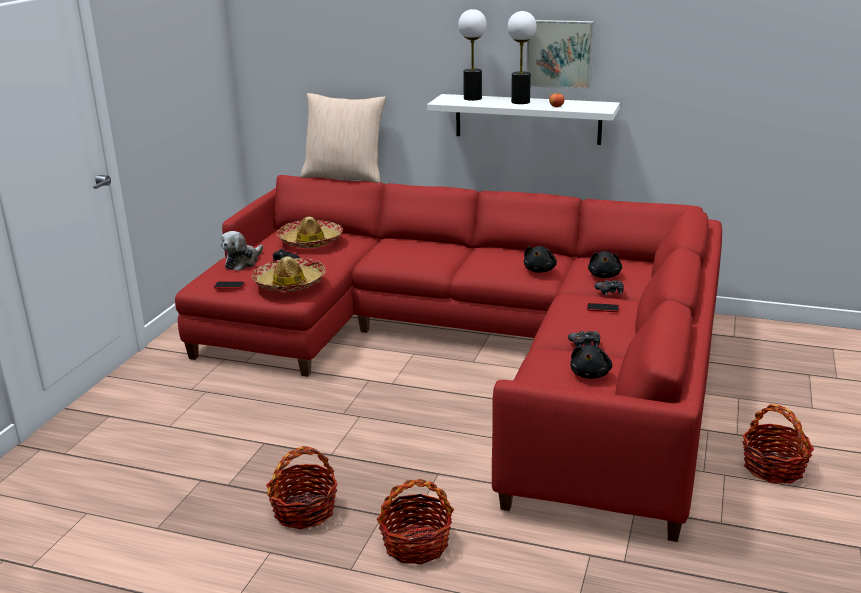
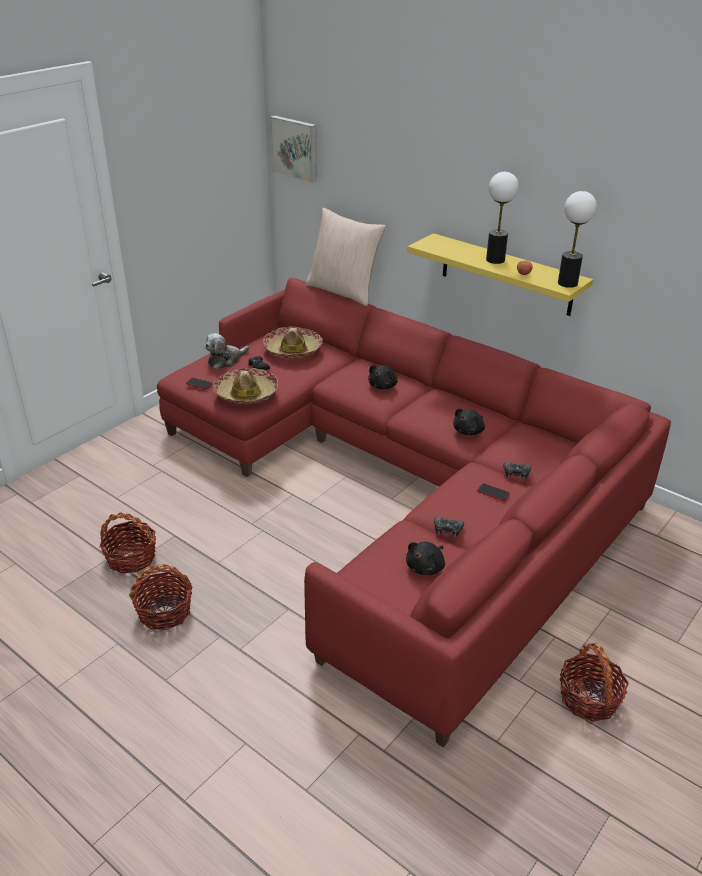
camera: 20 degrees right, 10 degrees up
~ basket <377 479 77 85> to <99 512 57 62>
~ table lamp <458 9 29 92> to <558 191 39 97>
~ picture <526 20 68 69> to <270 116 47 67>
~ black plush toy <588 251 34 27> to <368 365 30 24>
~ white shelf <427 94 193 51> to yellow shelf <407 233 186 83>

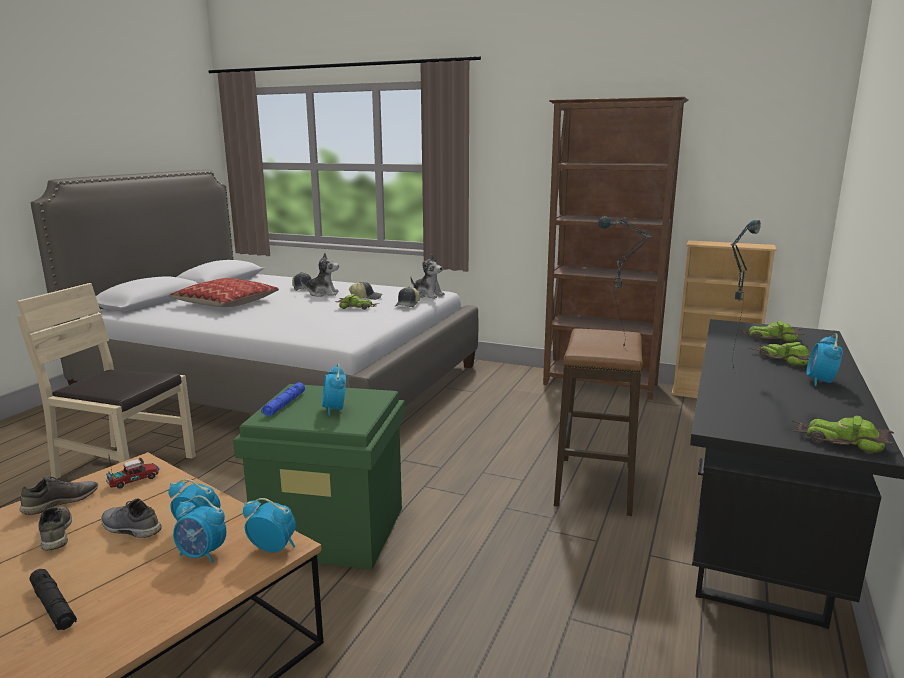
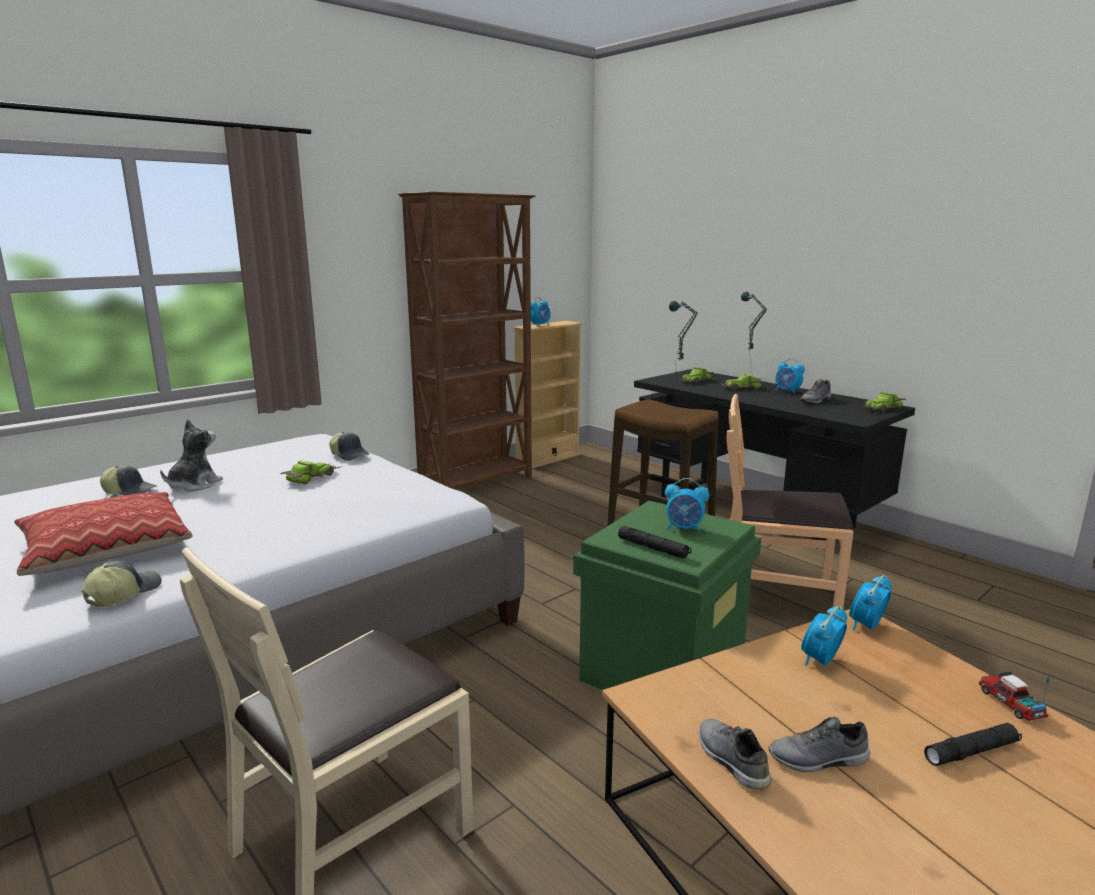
camera: 65 degrees left, 0 degrees up
- plush toy <410 254 35 45>
+ brown chair <726 394 127 213>
~ grey shoe <101 498 61 40> to <800 379 31 25>
~ toy truck <106 455 54 34> to <979 671 72 50>
~ alarm clock <173 496 53 67> to <531 297 20 30>
~ cap <349 282 33 18> to <82 561 80 46>
~ blue flashlight <261 382 44 34> to black flashlight <618 526 73 33>

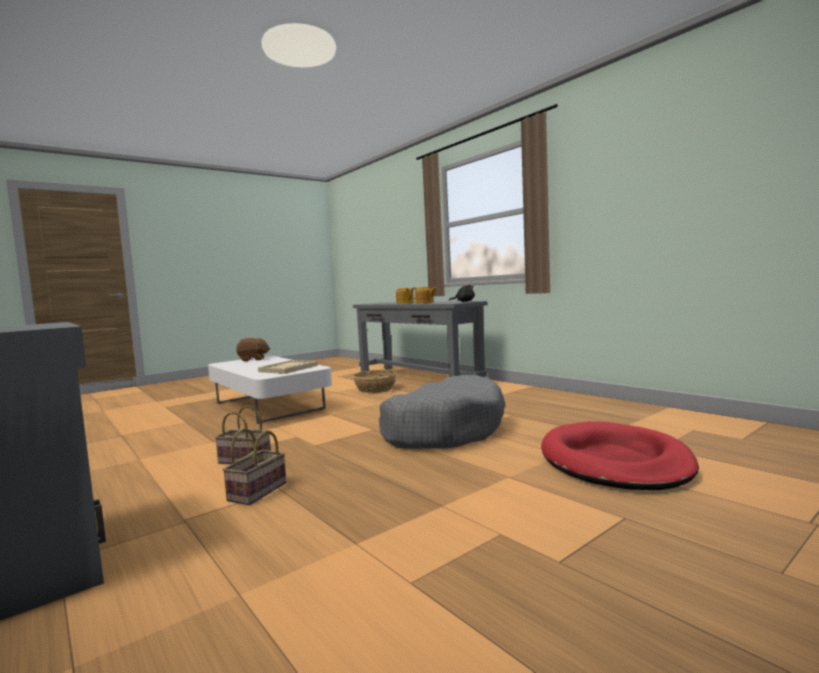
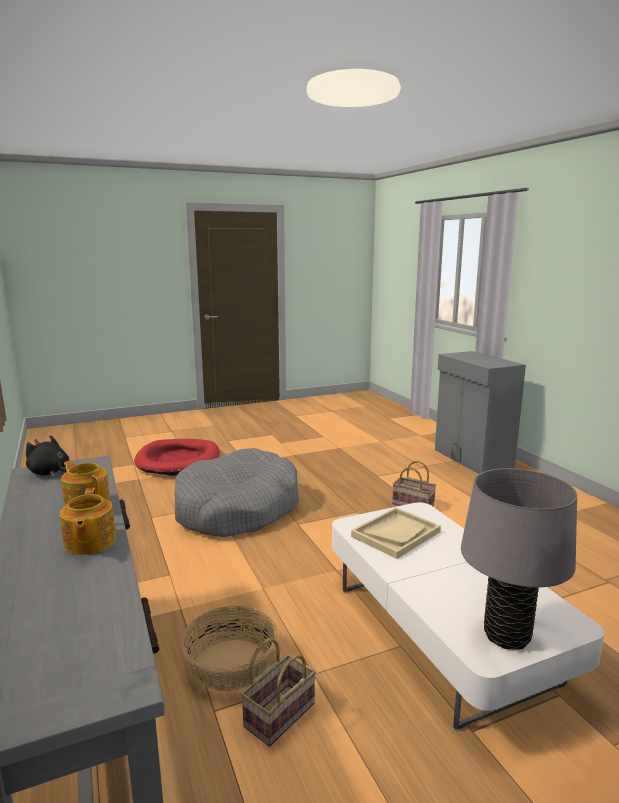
camera: 165 degrees left, 10 degrees up
~ basket <222 428 64 77> to <241 638 75 109>
~ brown plush toy <236 338 34 23> to grey table lamp <461 468 116 182>

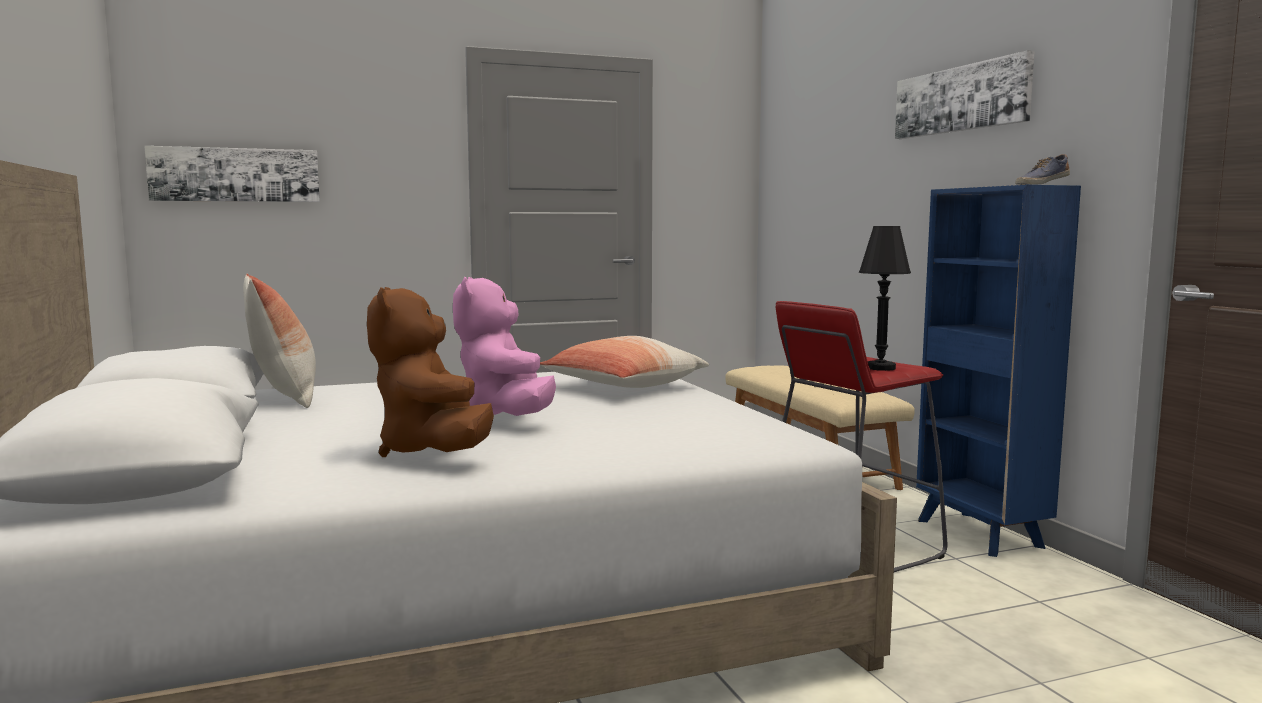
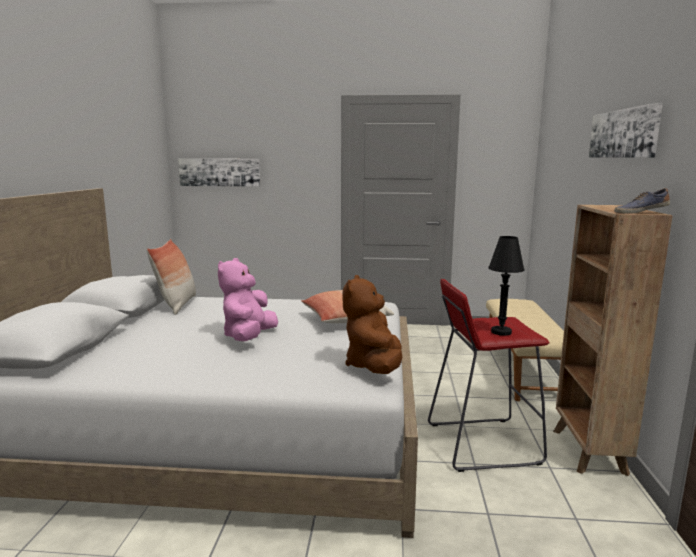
camera: 25 degrees right, 5 degrees up
~ brown plush toy <367 287 127 170> to <342 275 60 99>
~ blue bookcase <916 185 165 372> to brown bookcase <553 205 120 271>

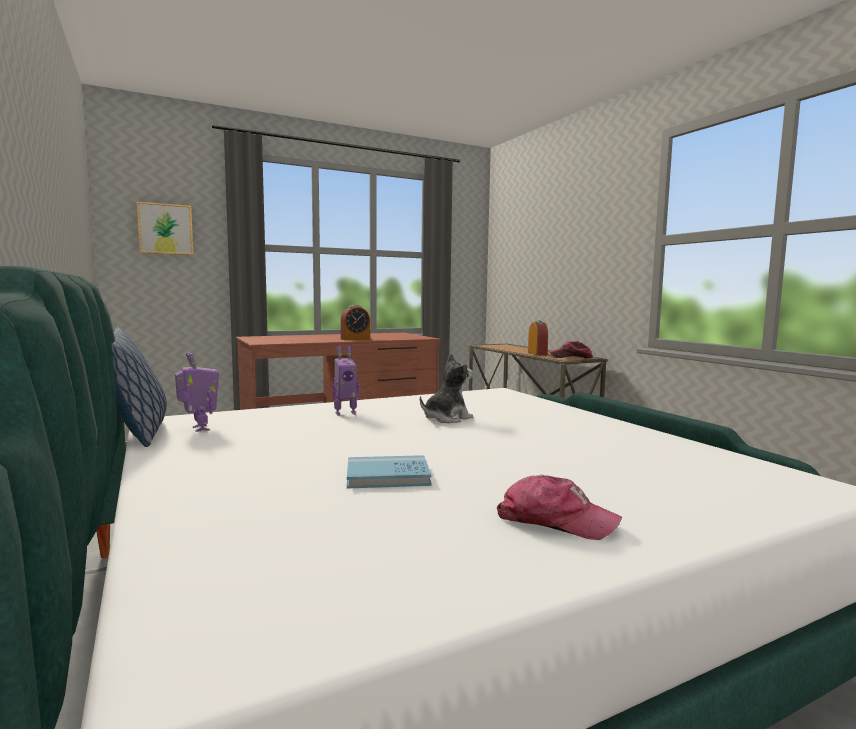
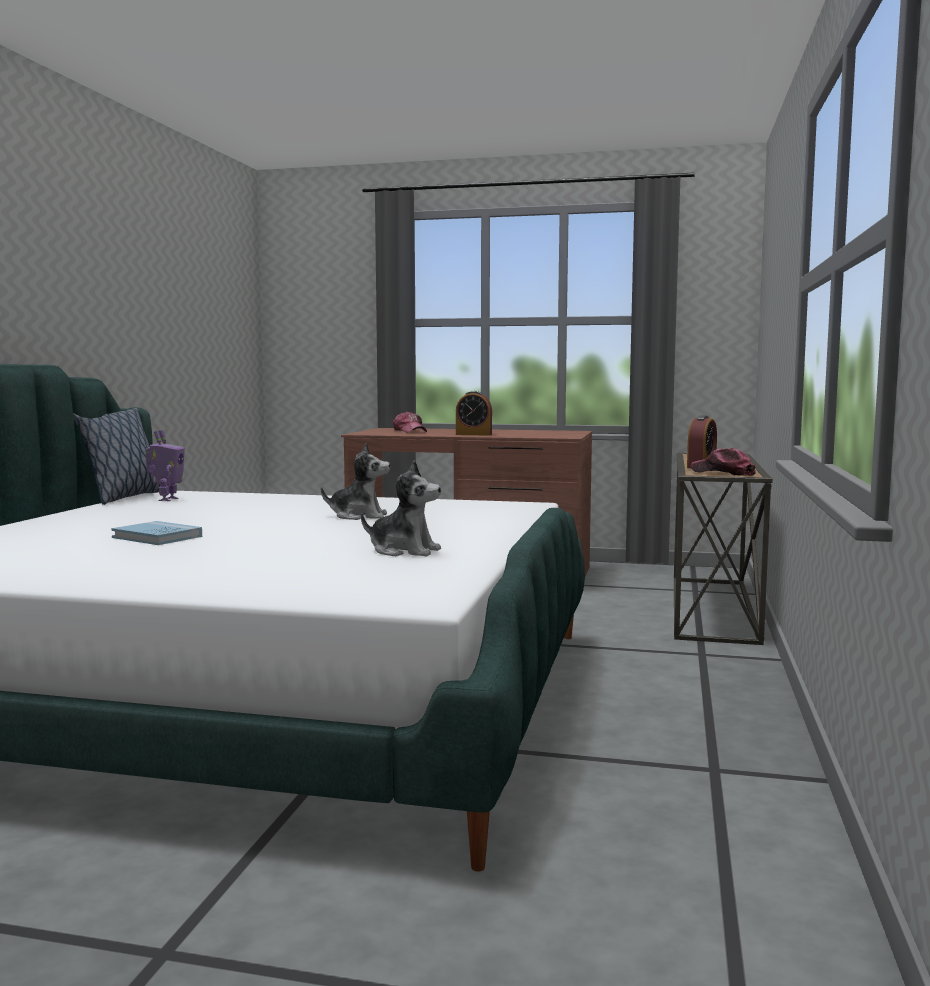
camera: 40 degrees right, 0 degrees up
- picture <137 202 57 53>
- toy robot <333 346 27 70>
+ plush toy <361 460 80 97>
~ cap <497 474 125 66> to <393 412 34 21>

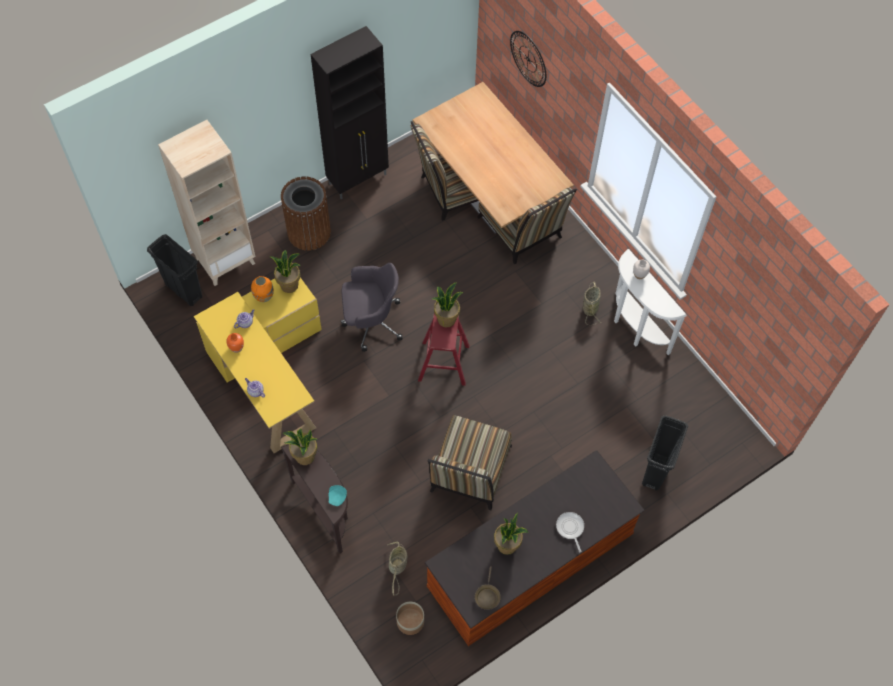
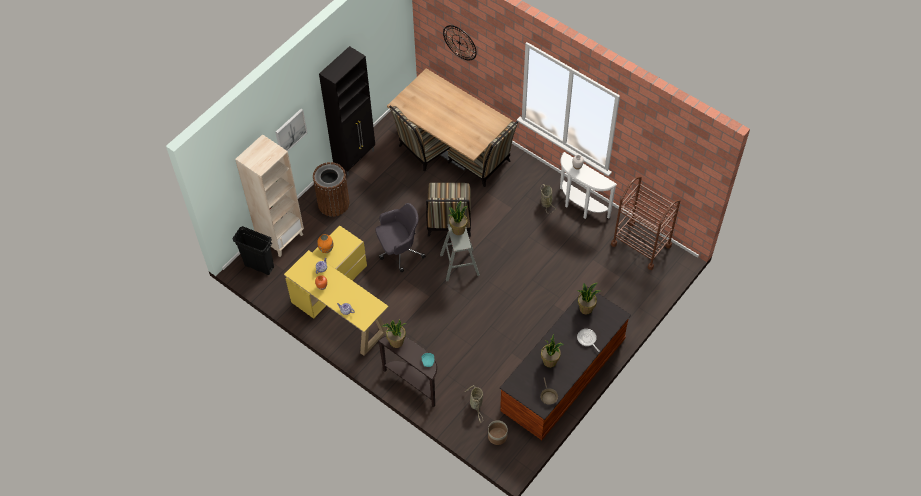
camera: 15 degrees left, 5 degrees down
- black trash can <642 415 46 76>
+ picture <275 109 32 42>
+ brown cart <611 176 69 94>
~ potted plant <270 250 30 43> to <577 283 23 31>
~ chair <427 415 85 95> to <426 183 45 54>
~ red stool <418 314 52 72> to grey stool <440 224 40 57>

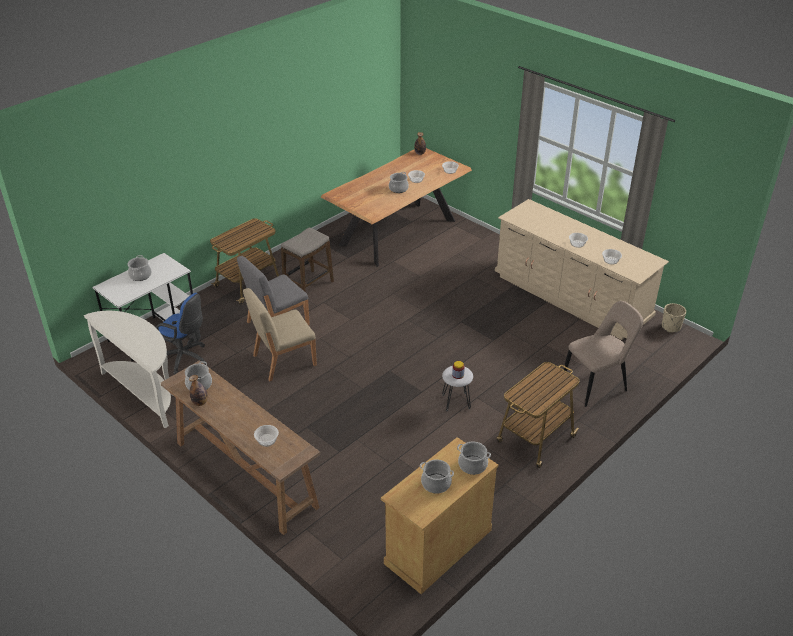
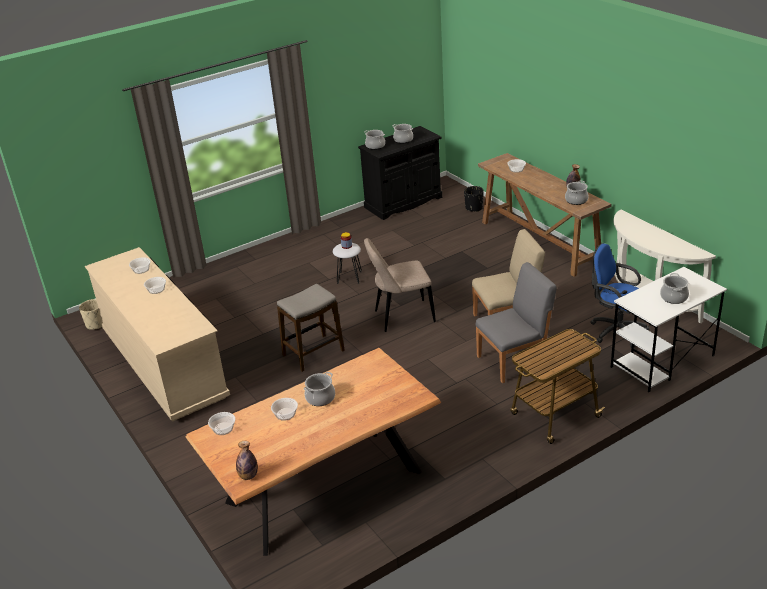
camera: 165 degrees left, 5 degrees down
- cart <497 362 82 106>
+ black planter <464 186 20 26>
~ stool <281 227 53 65> to <277 284 68 88>
~ beige chair <564 301 80 106> to <364 238 72 94>
~ beige cabinet <381 437 117 157> to black cabinet <358 126 84 94>

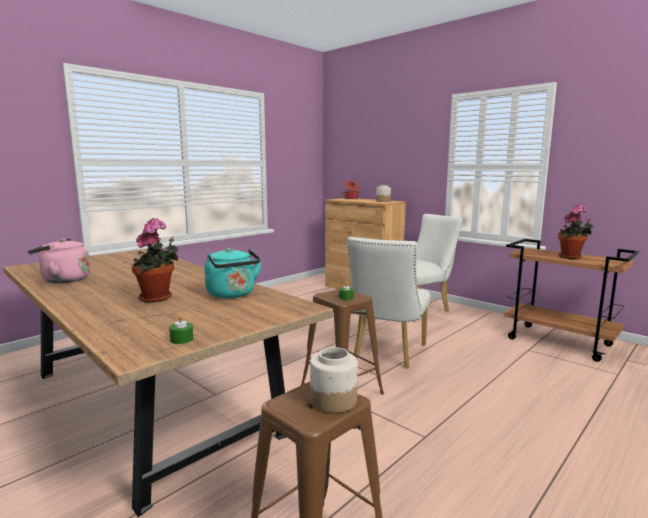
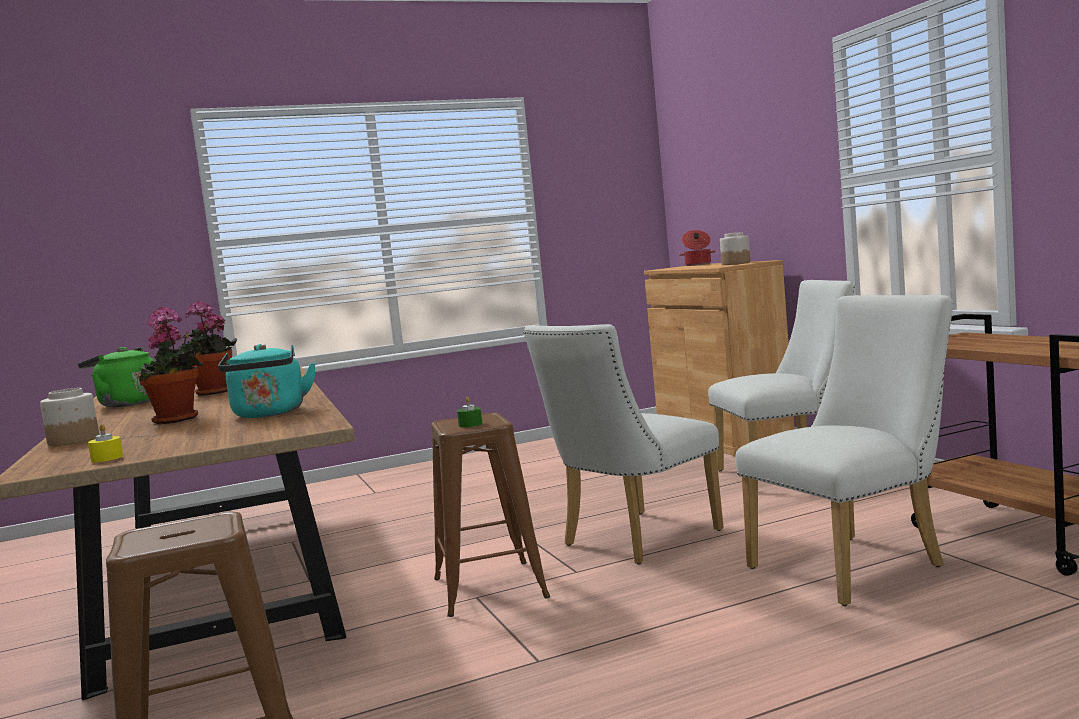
camera: 25 degrees right, 5 degrees down
+ white chair <735 295 218 311>
~ jar <310 347 48 66> to <40 388 59 58>
~ potted plant <558 204 35 55> to <185 300 52 96>
~ pink kettle <28 238 62 45> to green kettle <78 347 77 60>
~ green candle <169 315 24 29> to yellow candle <88 424 35 38>

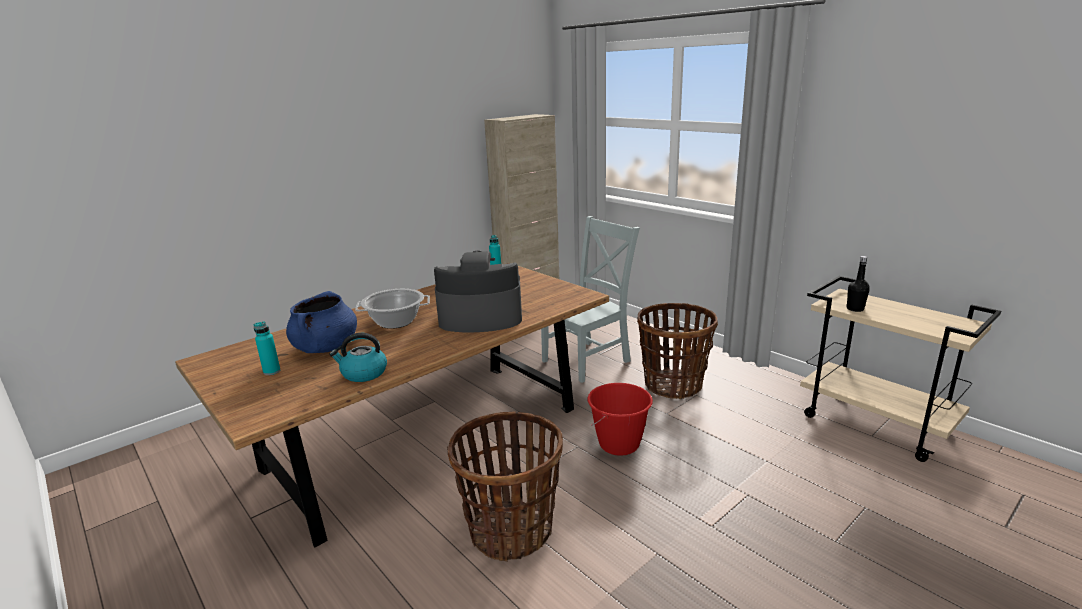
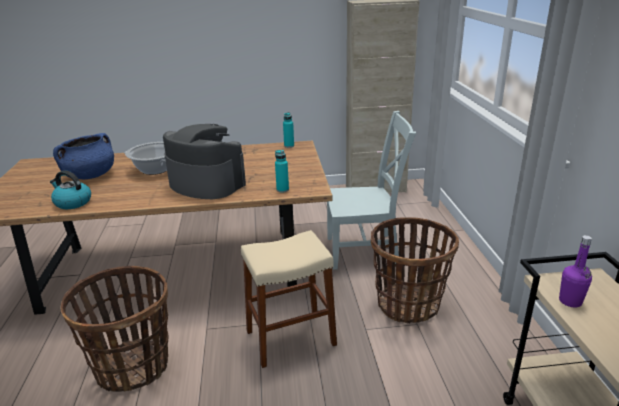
camera: 35 degrees right, 5 degrees up
~ turquoise bottle <253 321 27 54> to <275 150 14 43>
~ red bucket <588 383 65 73> to beige stool <241 230 96 138>
~ black bottle <846 256 24 56> to purple bottle <559 235 33 72>

